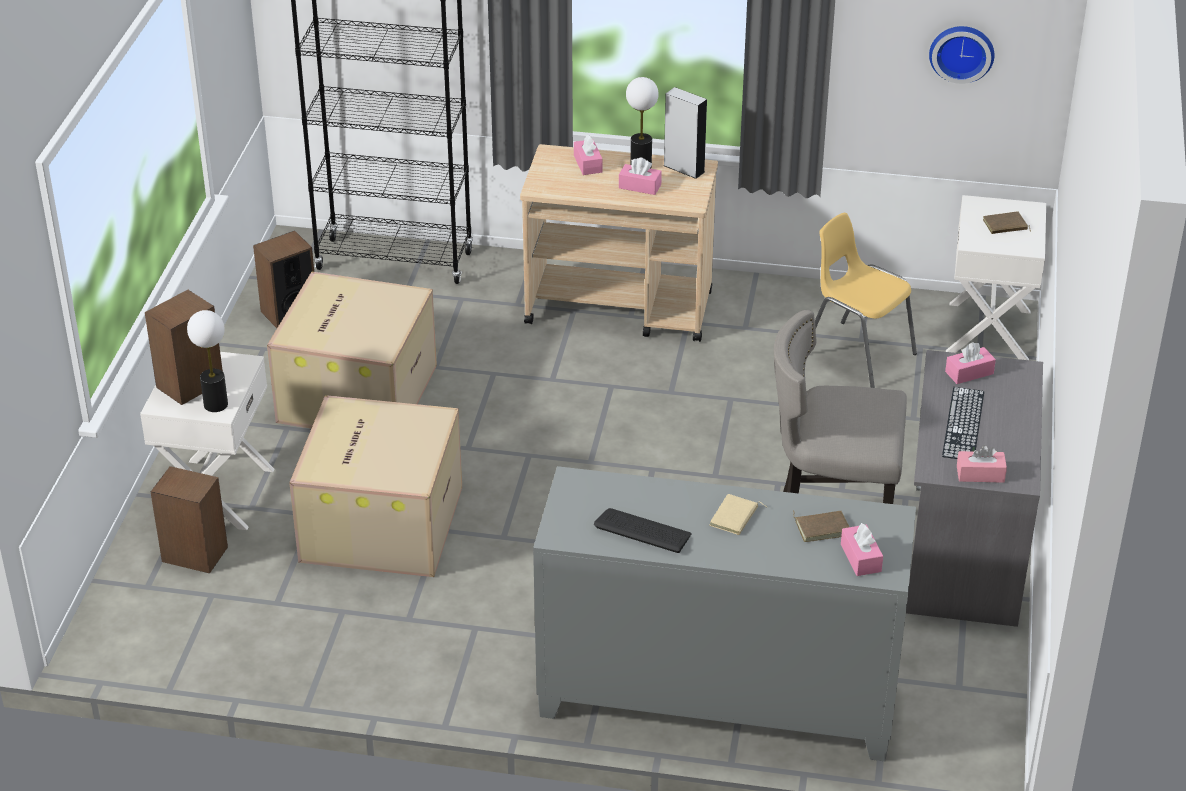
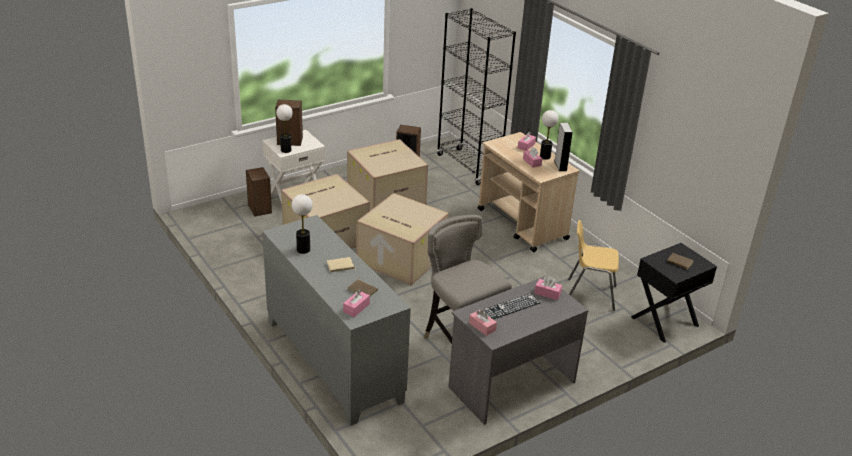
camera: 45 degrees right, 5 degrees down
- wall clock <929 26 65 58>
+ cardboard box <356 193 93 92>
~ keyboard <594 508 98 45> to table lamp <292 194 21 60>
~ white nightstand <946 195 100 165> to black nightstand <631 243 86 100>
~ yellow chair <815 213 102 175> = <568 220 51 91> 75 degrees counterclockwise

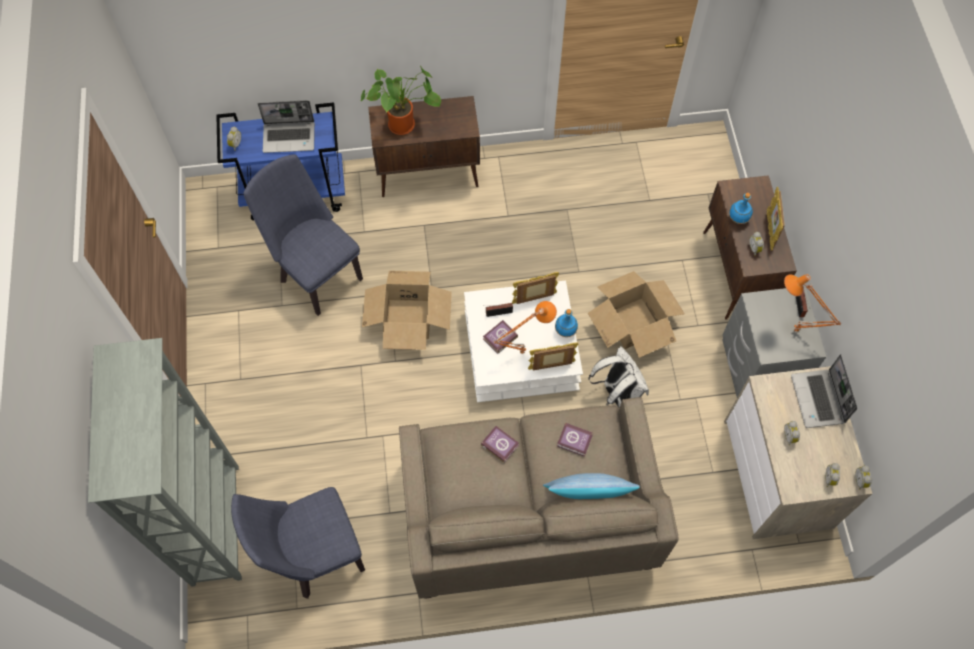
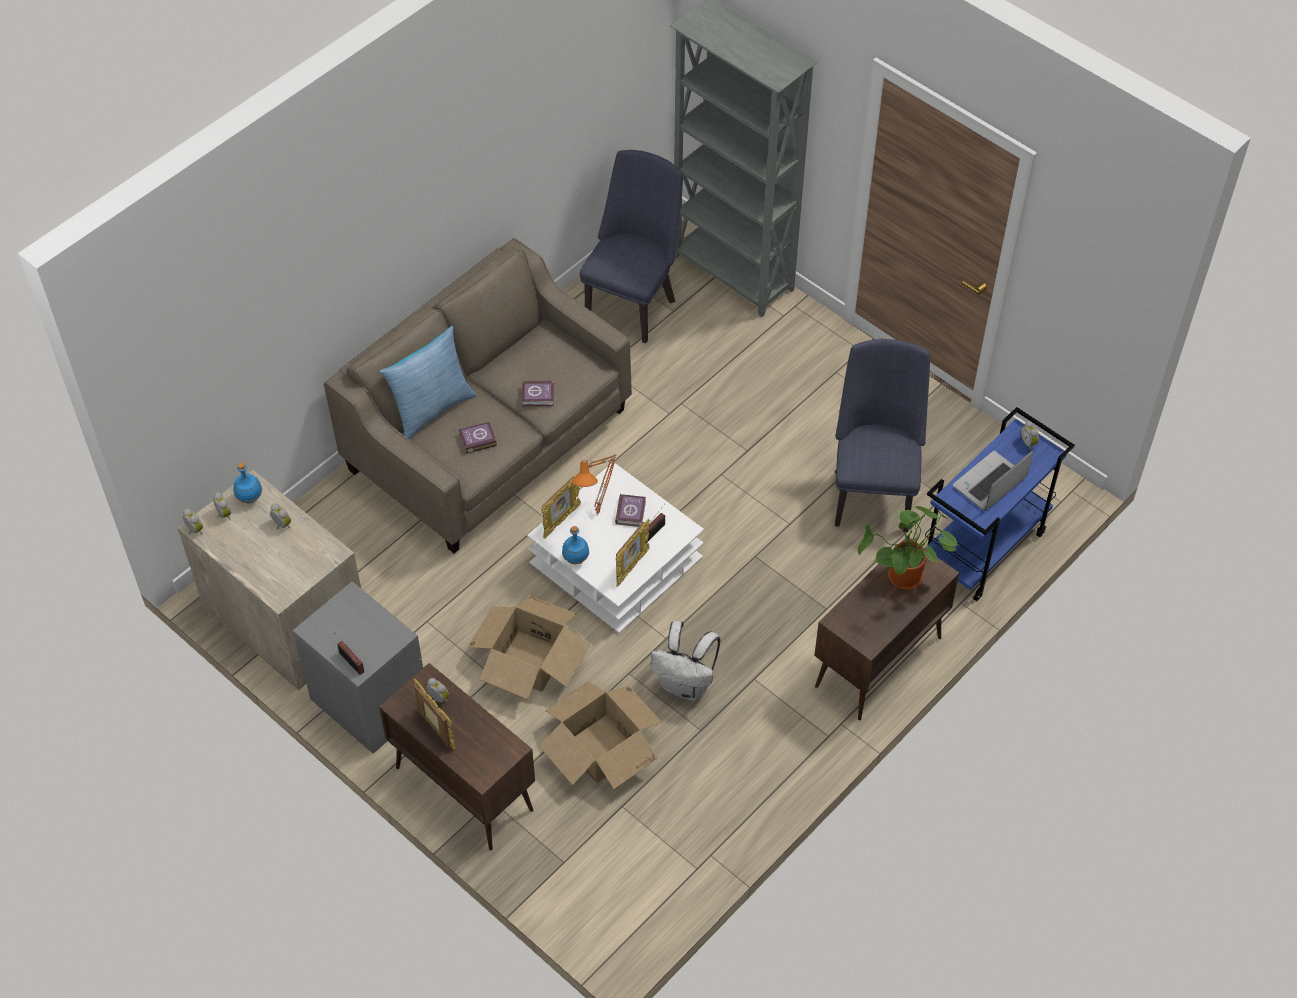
camera: 140 degrees right, 10 degrees down
- orange table lamp <784 274 57 58>
- laptop <791 354 66 74>
~ cardboard box <362 271 90 79> to <539 682 124 107>
~ white backpack <588 346 61 62> to <650 621 71 80>
~ blue bottle <729 193 24 31> to <233 463 29 40>
~ blue chair <244 154 119 162> = <835 339 95 193> 90 degrees counterclockwise

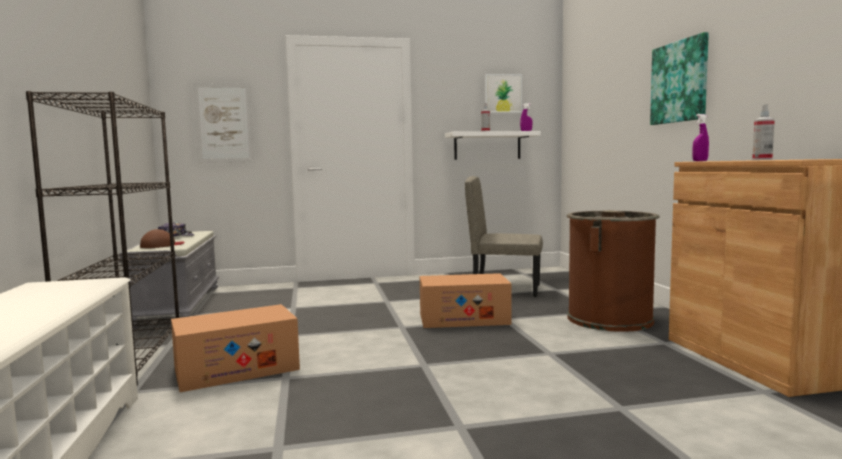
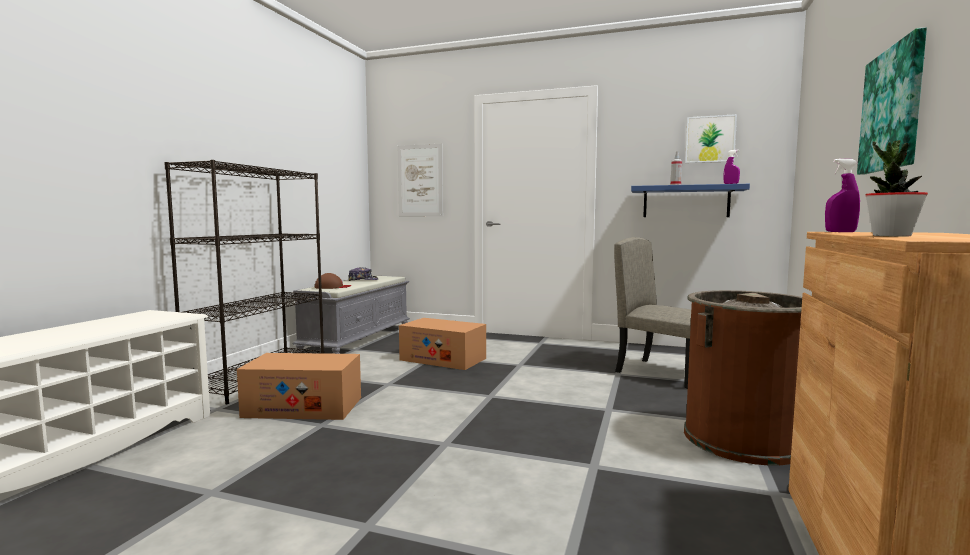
camera: 30 degrees right, 0 degrees up
~ cardboard box <420 273 92 55> to <399 318 87 52>
~ spray bottle <752 104 23 56> to potted plant <865 140 63 97>
~ white shelf <445 131 96 29> to blue shelf <631 184 119 33>

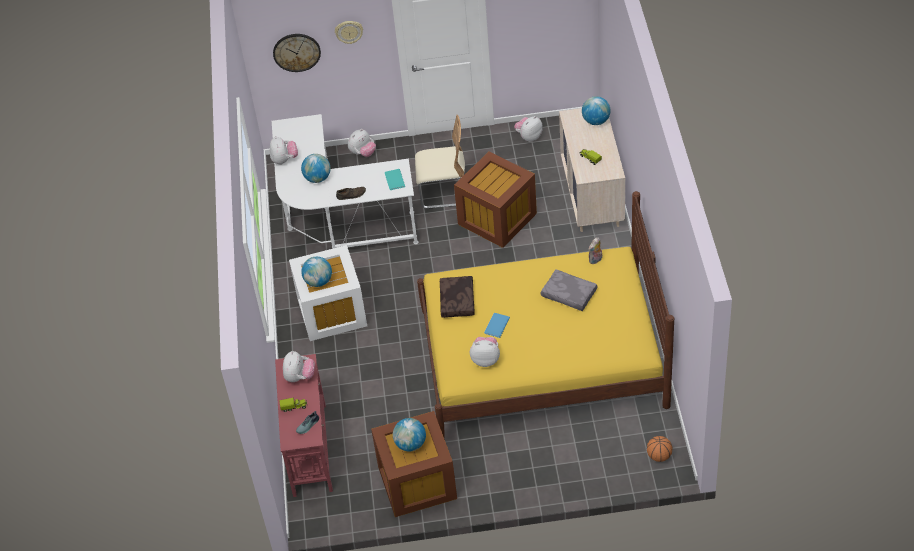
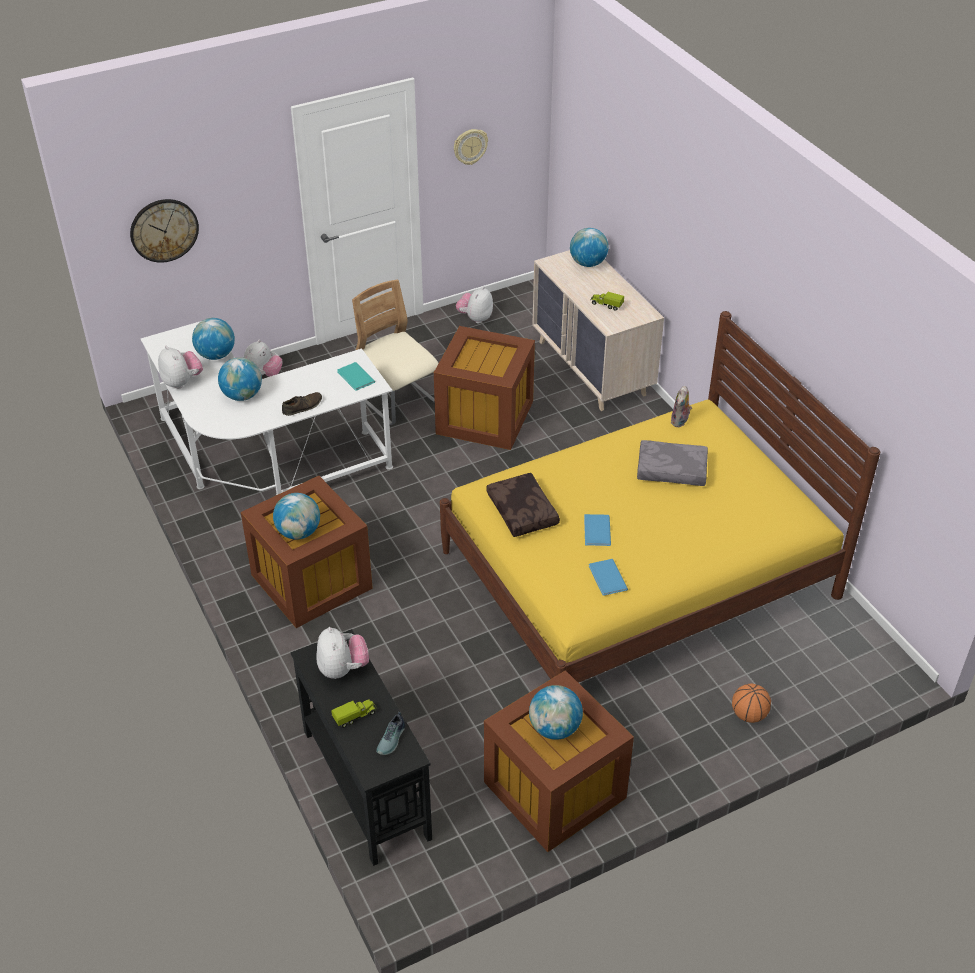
camera: 25 degrees left, 5 degrees down
+ globe <192 318 43 42>
~ wall clock <335 21 28 23> to <454 129 34 36>
~ basketball <647 436 26 26> to <732 684 39 39>
~ plush toy <470 337 30 30> to blue book <589 559 39 37>
~ red console table <275 354 58 143> to black console table <291 629 141 237>
~ white storage box <289 245 78 96> to brown storage box <241 476 132 152>
~ beige chair <415 115 50 94> = <352 280 87 145> 105 degrees counterclockwise

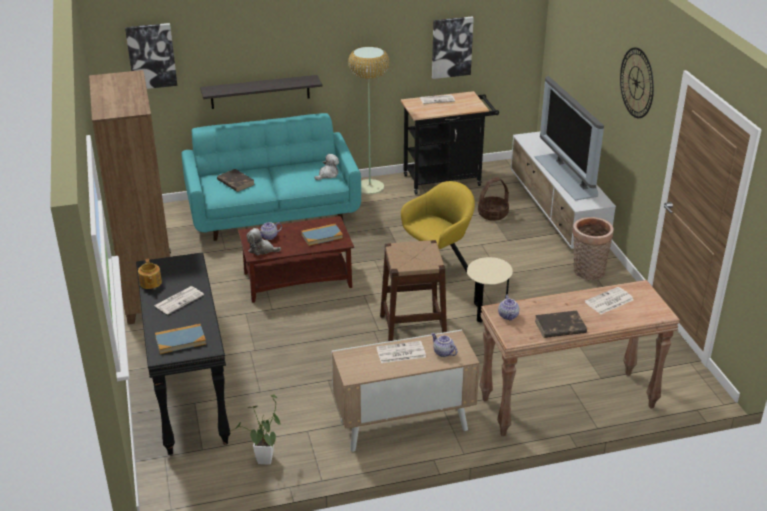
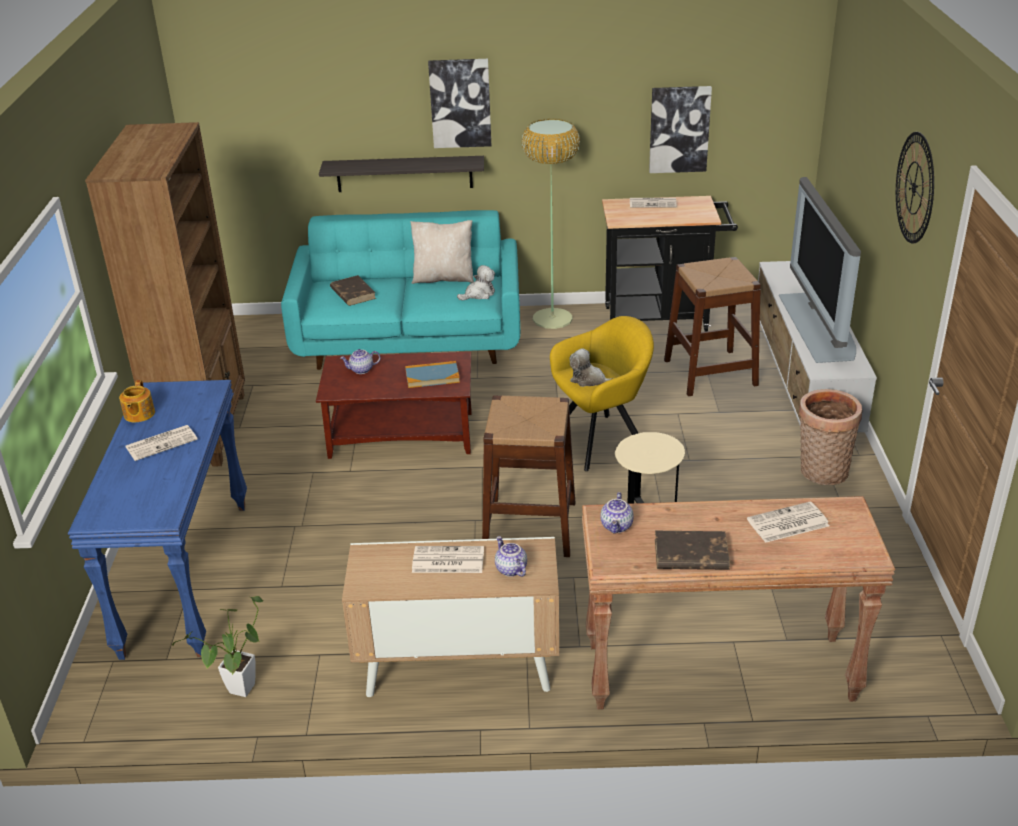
camera: 15 degrees right, 0 degrees up
- book <155 324 51 30>
+ beige pillow <410 220 64 64>
~ picture <125 23 52 66> to <428 59 63 89>
~ plush toy <246 228 35 27> to <569 348 44 39>
~ basket <478 177 31 44> to brown stool <664 257 97 139>
~ black console table <136 252 94 203> to blue console table <68 380 179 280>

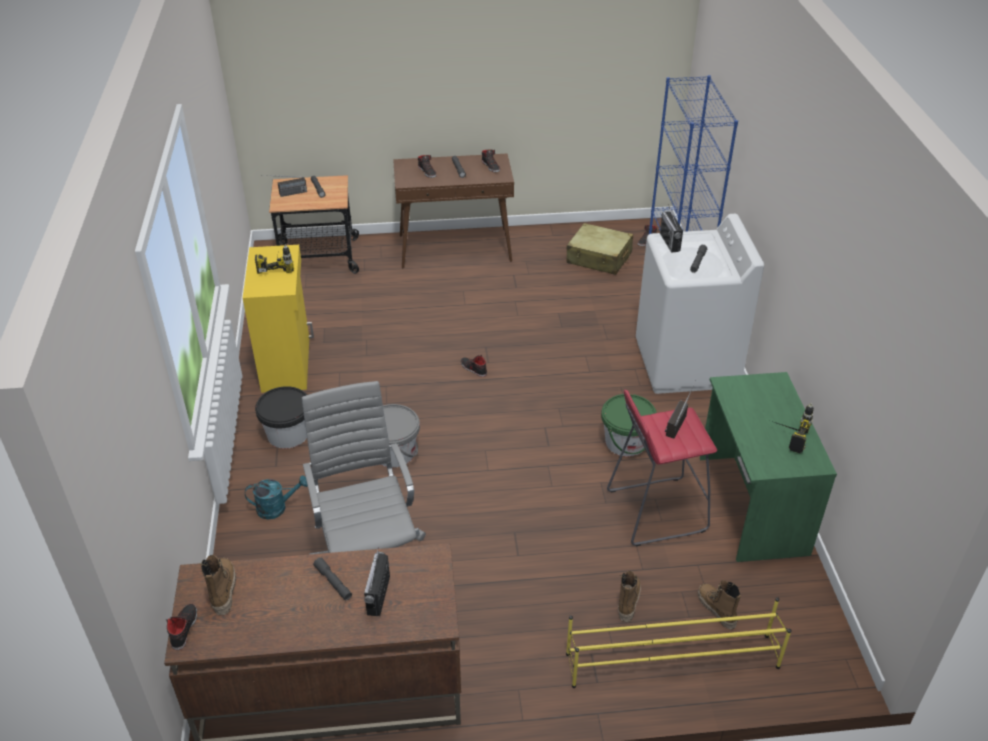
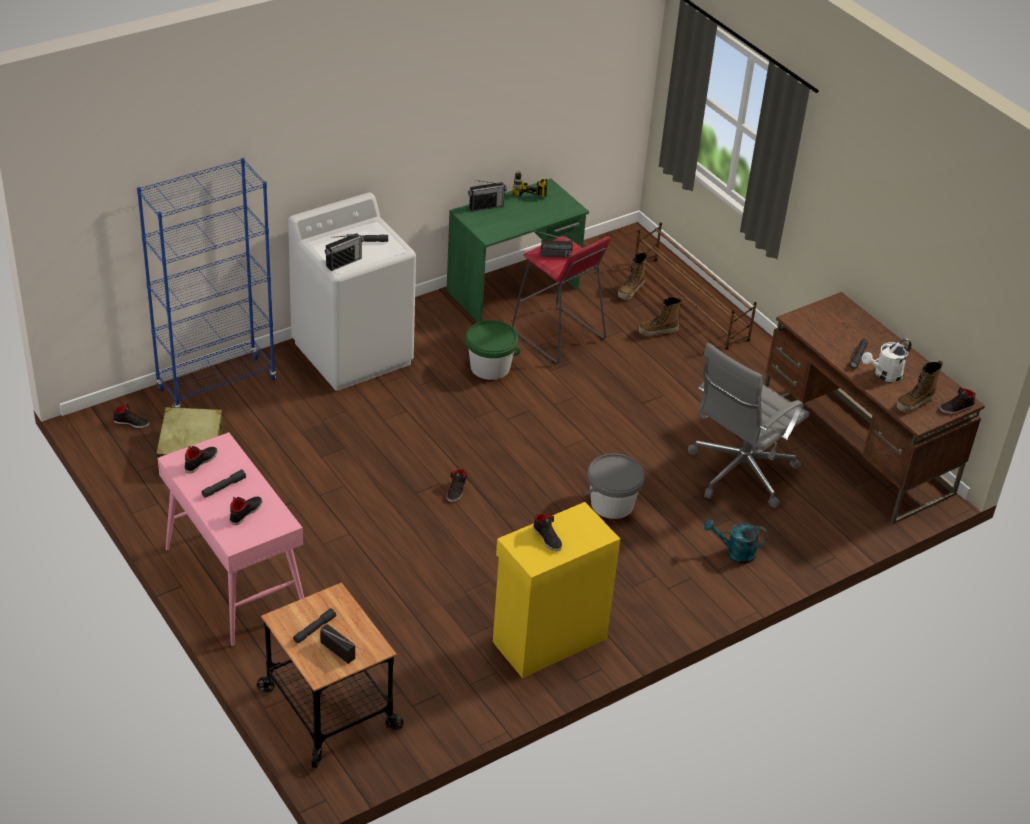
camera: 120 degrees left, 0 degrees up
- black bucket <255 386 52 63>
+ white watering can <862 339 50 43>
~ radio <364 547 26 69> to <468 180 39 31>
~ power drill <255 244 39 30> to black shoe <533 514 29 37>
~ brown console table <393 154 121 114> to pink console table <157 432 147 214>
~ yellow shoe rack <566 597 226 91> to brown shoe rack <635 223 122 127>
~ turquoise watering can <245 475 63 45> = <704 519 63 45> 45 degrees counterclockwise

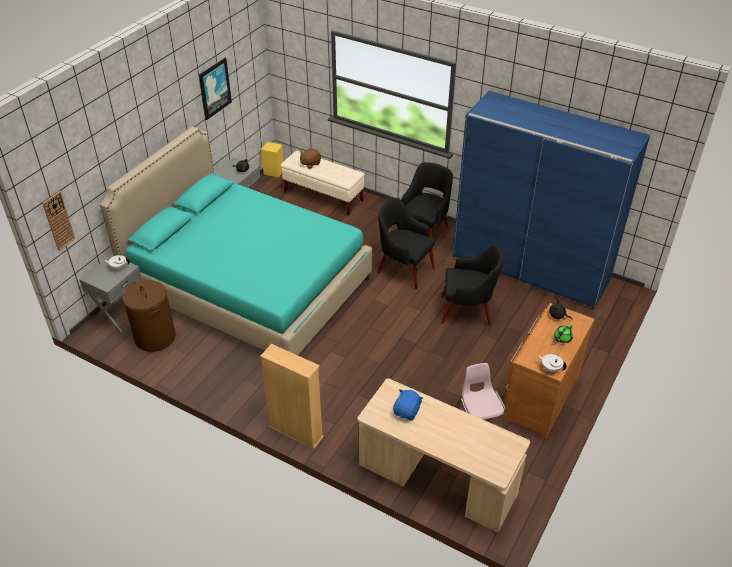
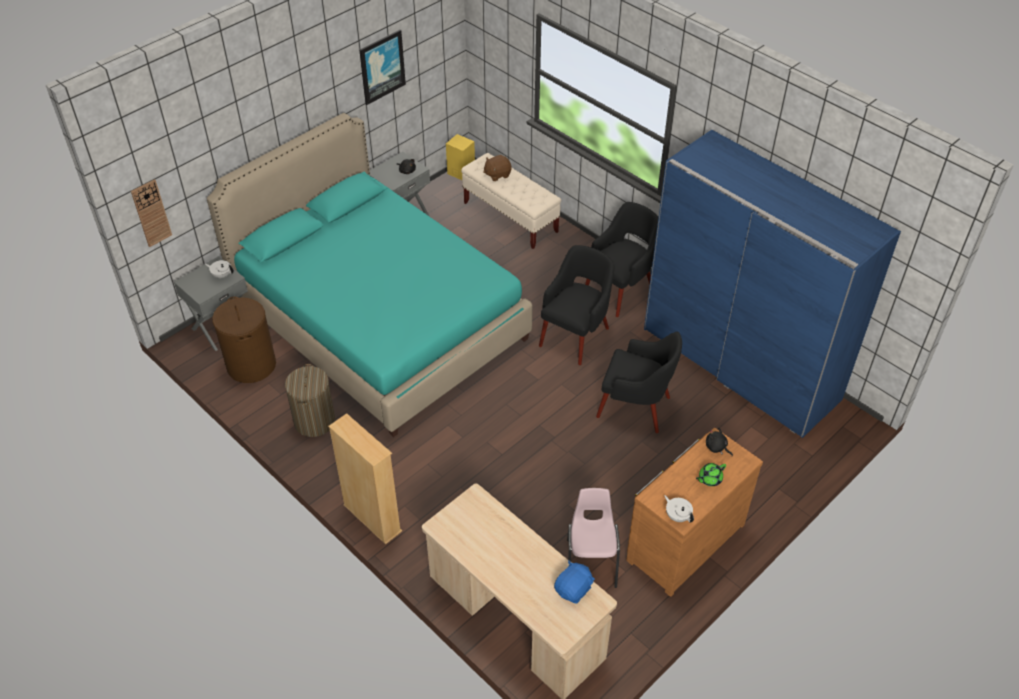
camera: 15 degrees right, 5 degrees up
+ laundry basket <285 364 50 73>
~ blue plush toy <393 389 30 31> to <554 560 41 44>
~ black armchair <377 198 58 91> = <539 245 75 120> 75 degrees clockwise

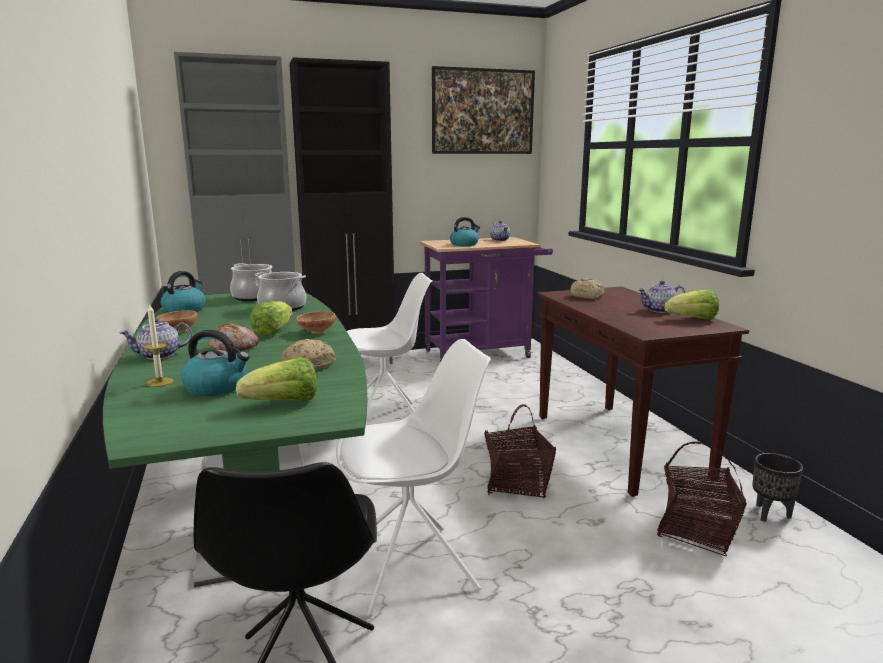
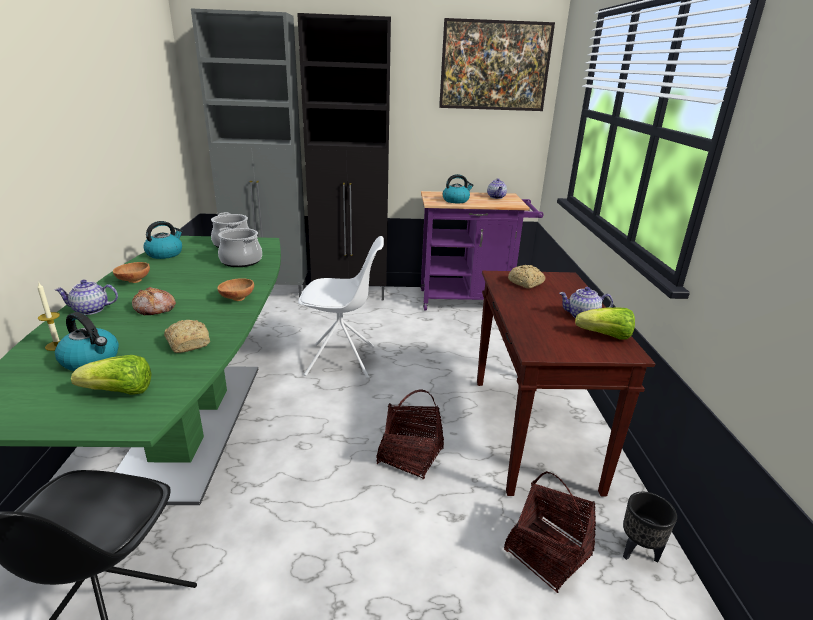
camera: 15 degrees right, 10 degrees up
- lettuce <249 301 44 35>
- white chair <336 339 155 278>

